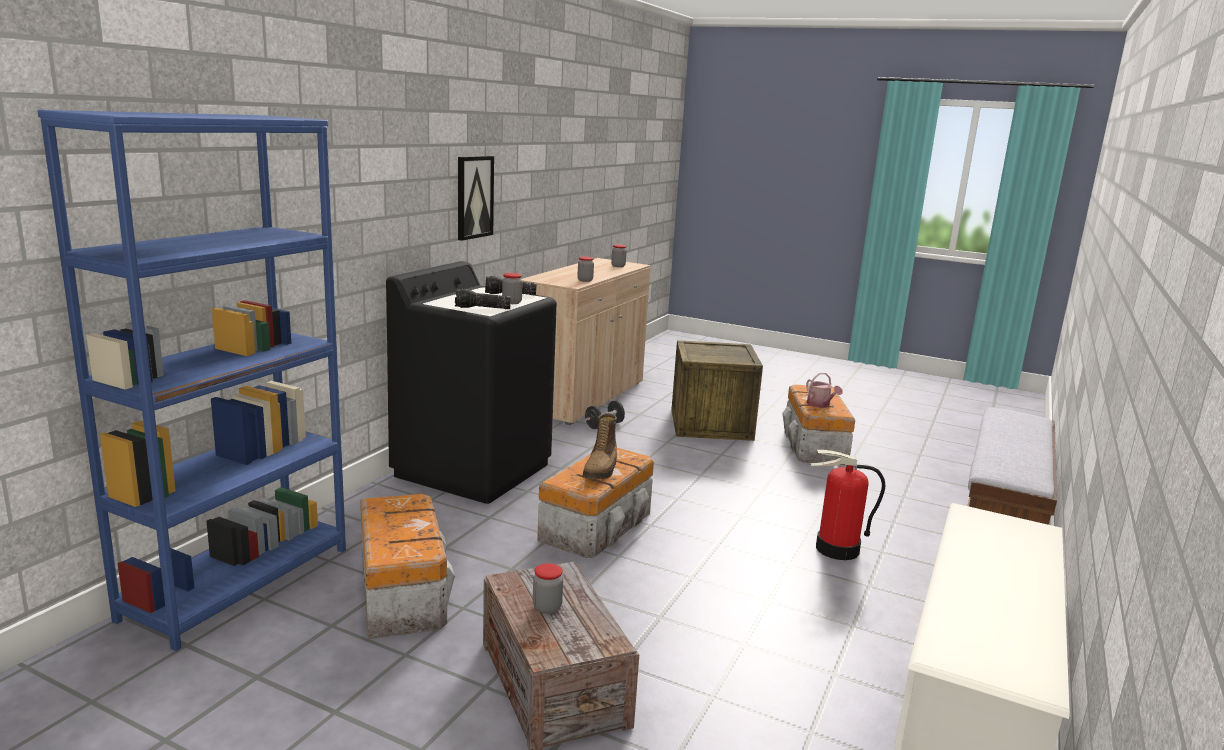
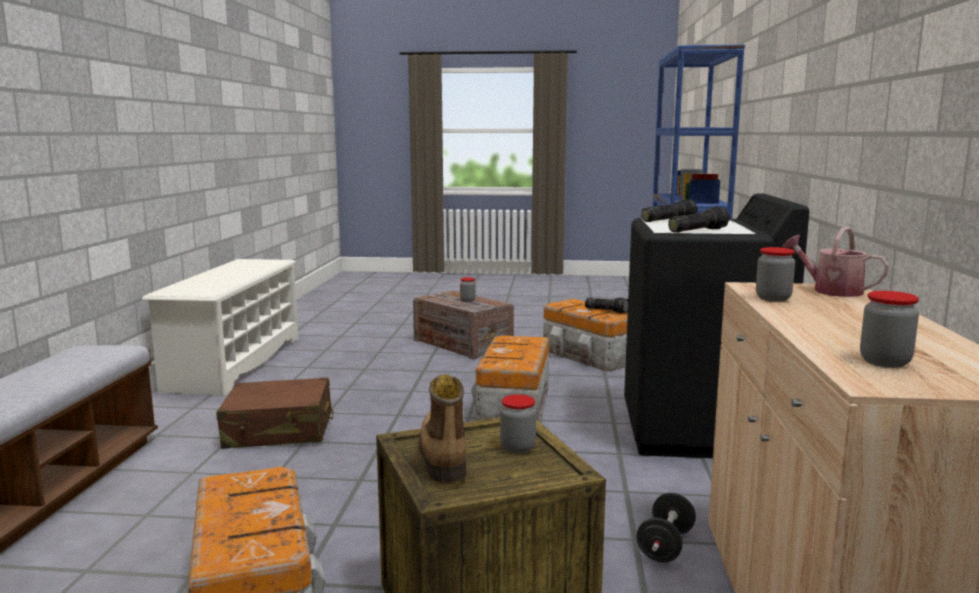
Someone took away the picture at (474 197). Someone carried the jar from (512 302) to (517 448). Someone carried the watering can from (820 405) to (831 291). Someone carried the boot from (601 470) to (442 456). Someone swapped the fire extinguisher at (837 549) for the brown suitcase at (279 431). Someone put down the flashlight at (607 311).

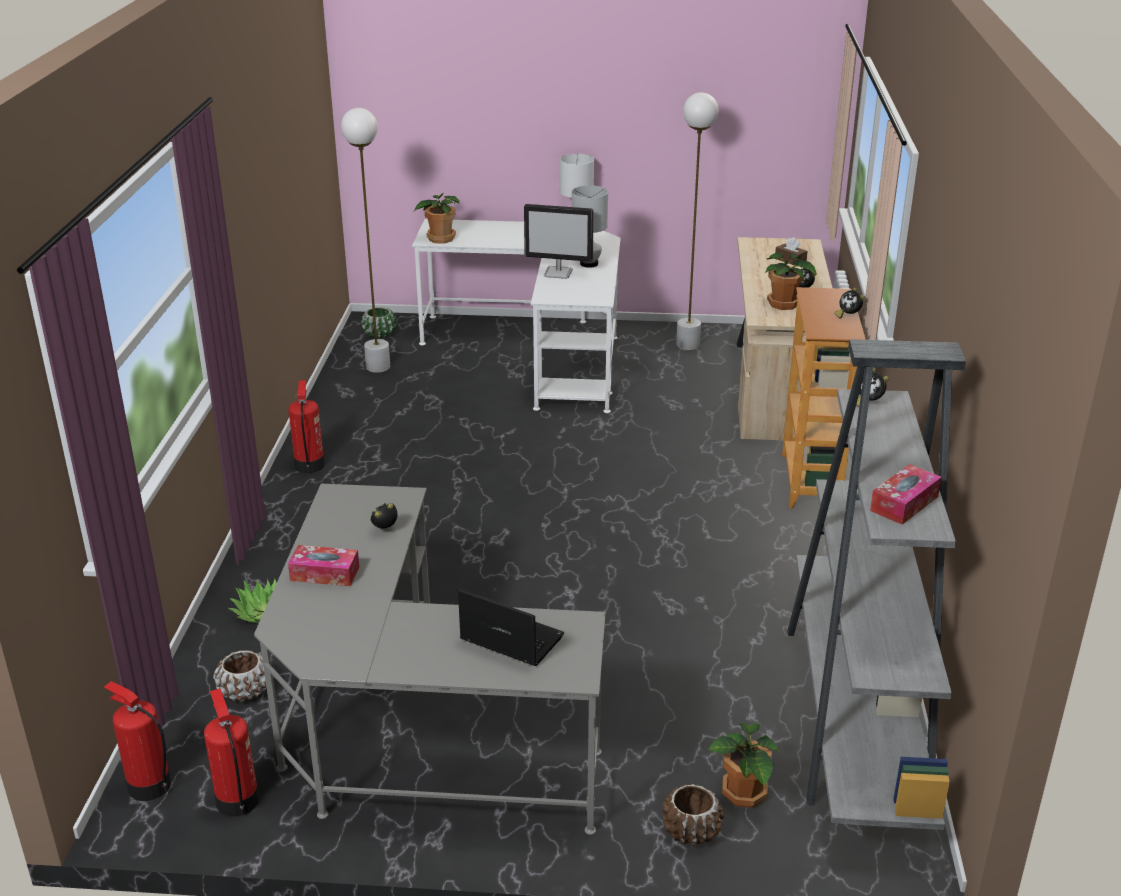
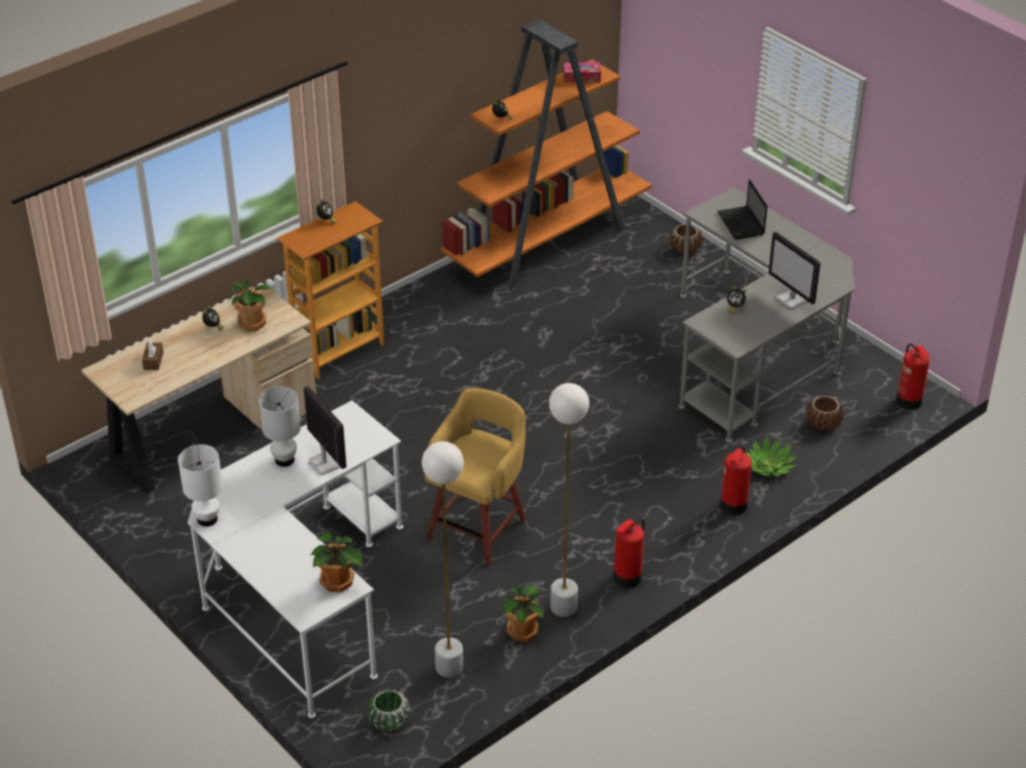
Someone carried the white floor lamp from (688 345) to (563 607). Someone repainted the grey bookcase at (855 716), which became the orange bookcase at (548 242). Someone swapped the tissue box at (325 574) for the monitor at (792 300). Someone carried the fire extinguisher from (237 800) to (733 506). Someone carried the potted plant from (743 794) to (523 631). Someone put down the yellow stool at (479 527).

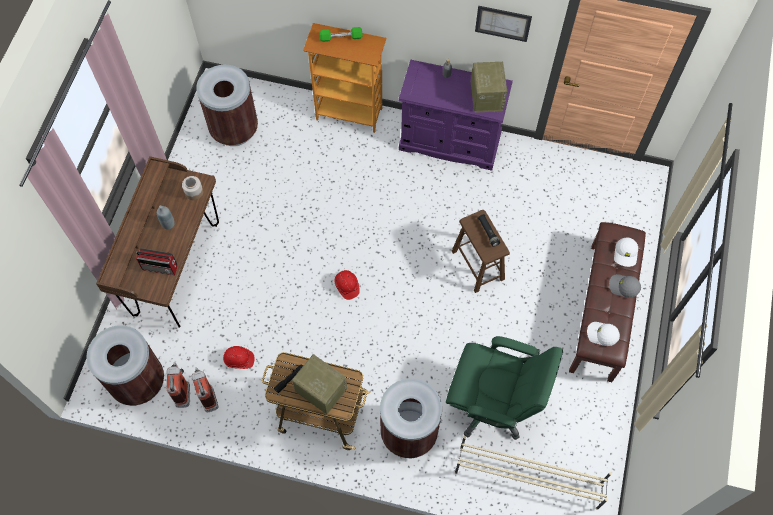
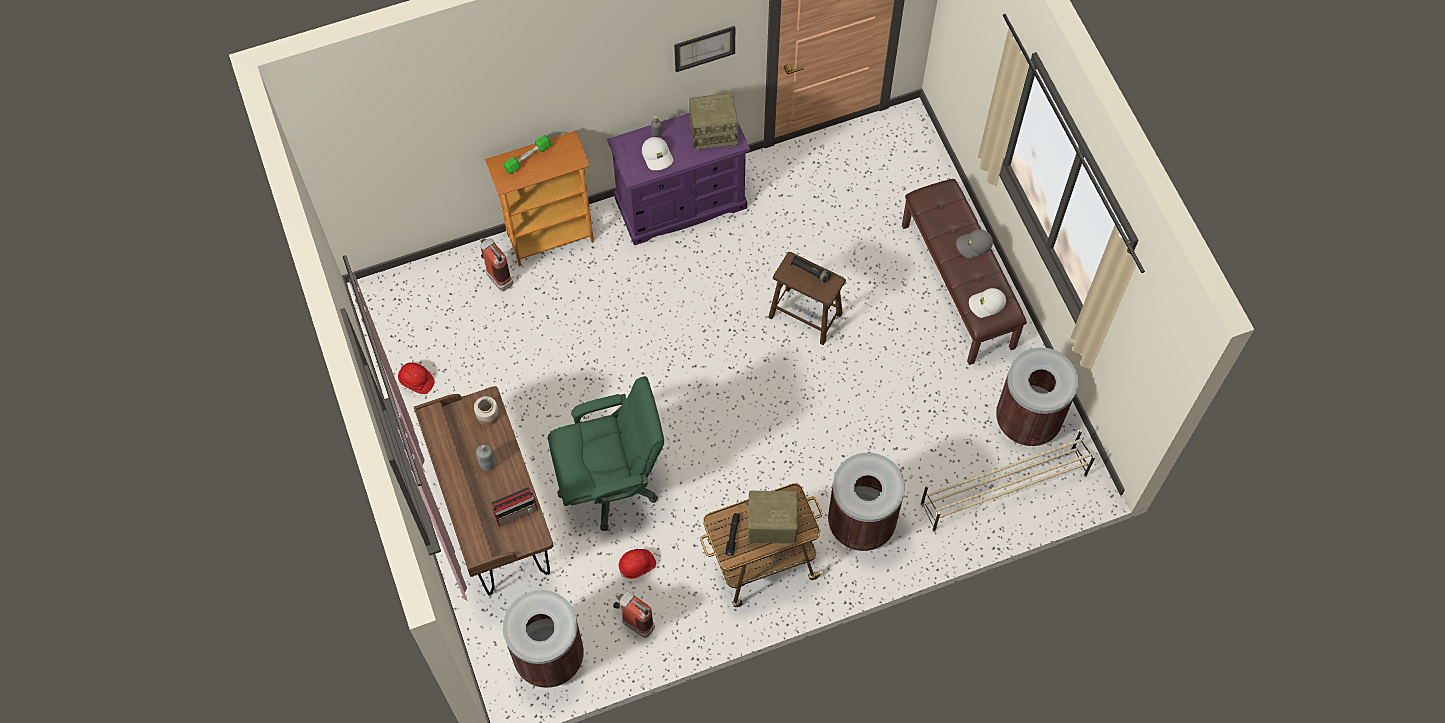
Someone rotated the radio at (486 96) by 120 degrees clockwise. Someone carried the brown trash can from (234 129) to (1027 420). Someone carried the white cap from (626 254) to (657 156). Someone carried the red hard hat from (347 286) to (416 381). Someone carried the green office chair from (492 404) to (610 482). Someone carried the fire extinguisher from (183 390) to (496 275).

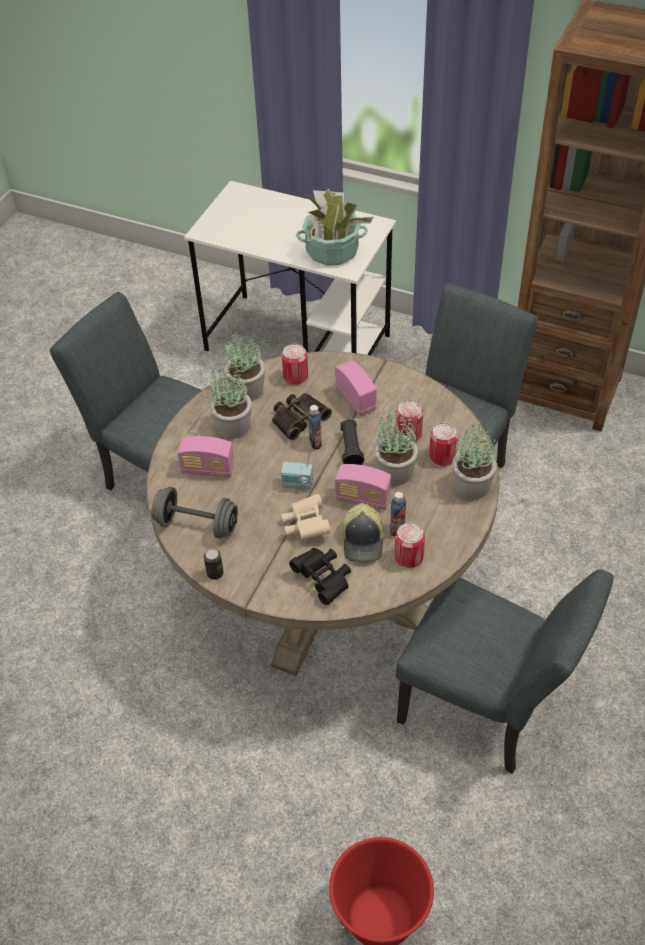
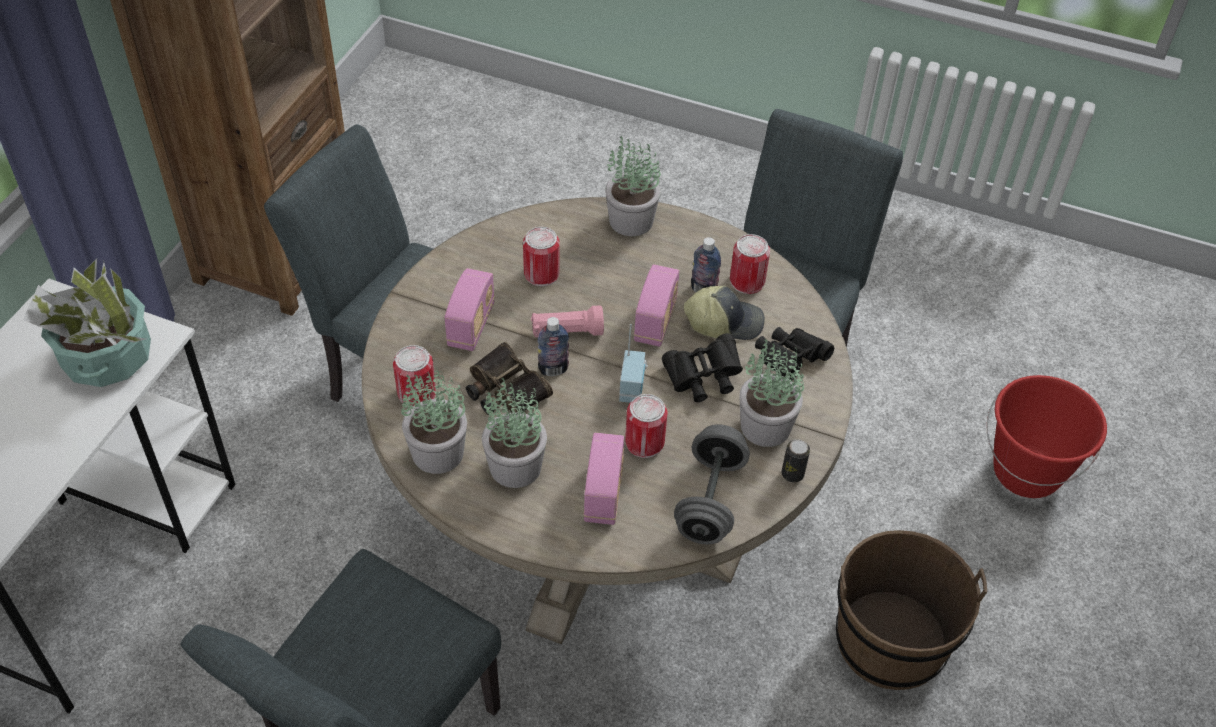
Someone rotated the radio at (356 400) by 135 degrees clockwise. Someone carried the potted plant from (395 471) to (764 426). Someone repainted the black flashlight at (351 449), which became the pink flashlight at (567 332). Someone carried the can from (442 457) to (644 442). Someone repainted the beige binoculars at (306 525), which became the black binoculars at (703 379). Someone put down the brown bucket at (890 641).

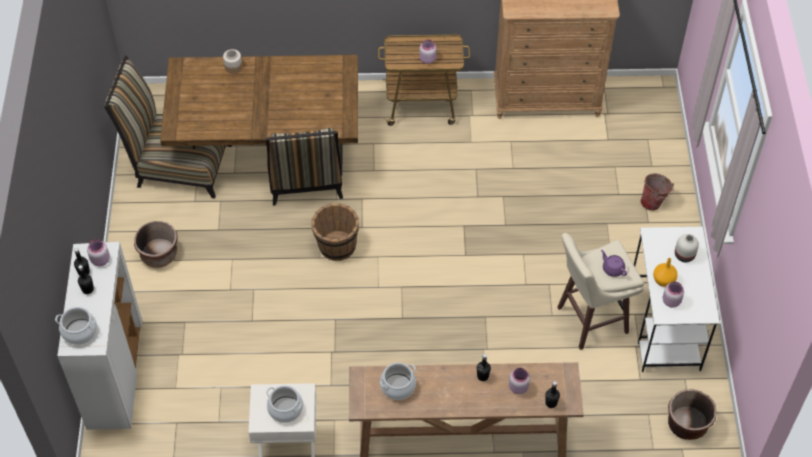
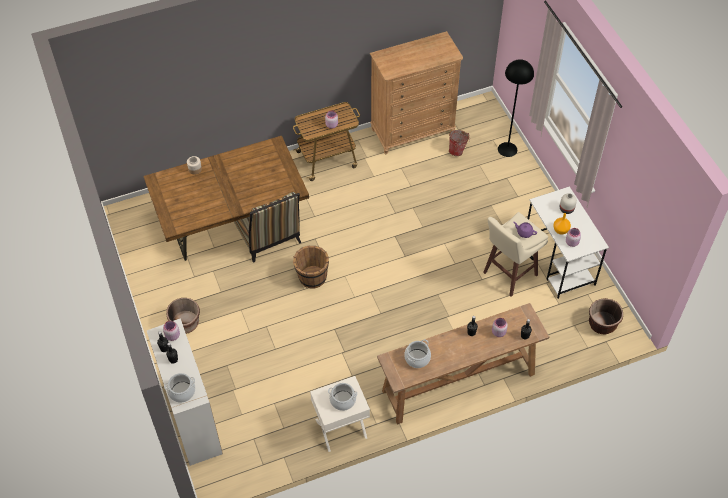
Someone took away the chair at (177 164). Someone carried the bucket from (654 202) to (458 150). Someone put down the black floor lamp at (507 149).

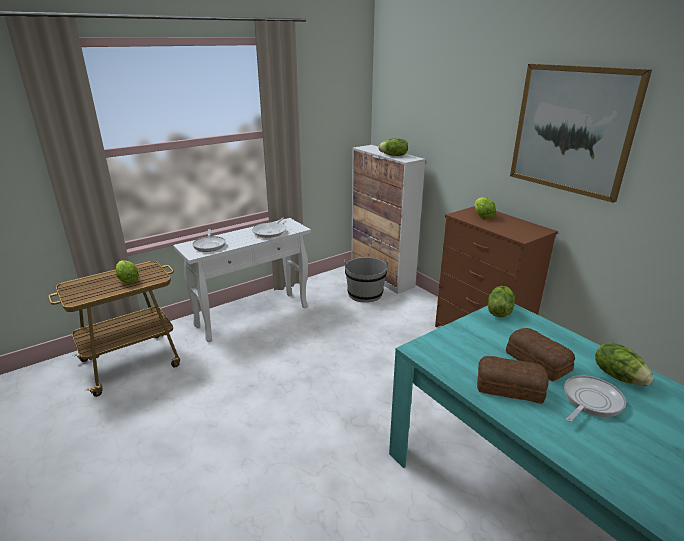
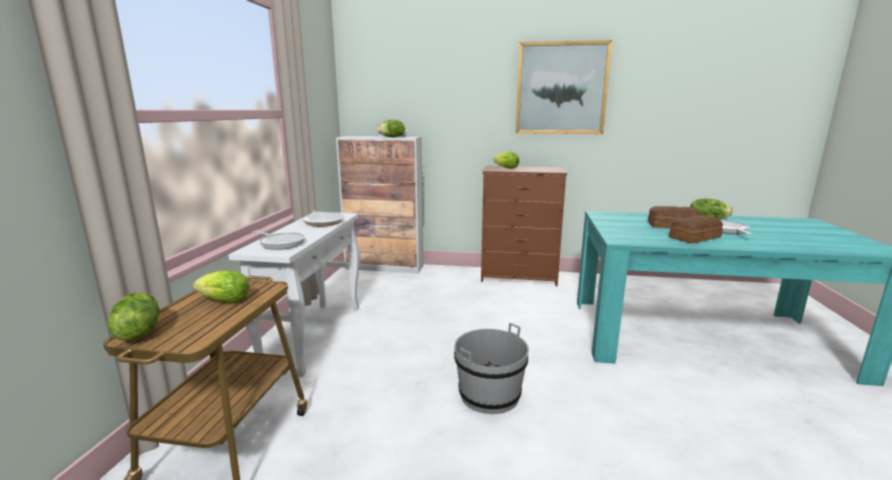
Someone carried the grey bucket from (365 294) to (489 395). Someone carried the lettuce from (498 311) to (138 332).

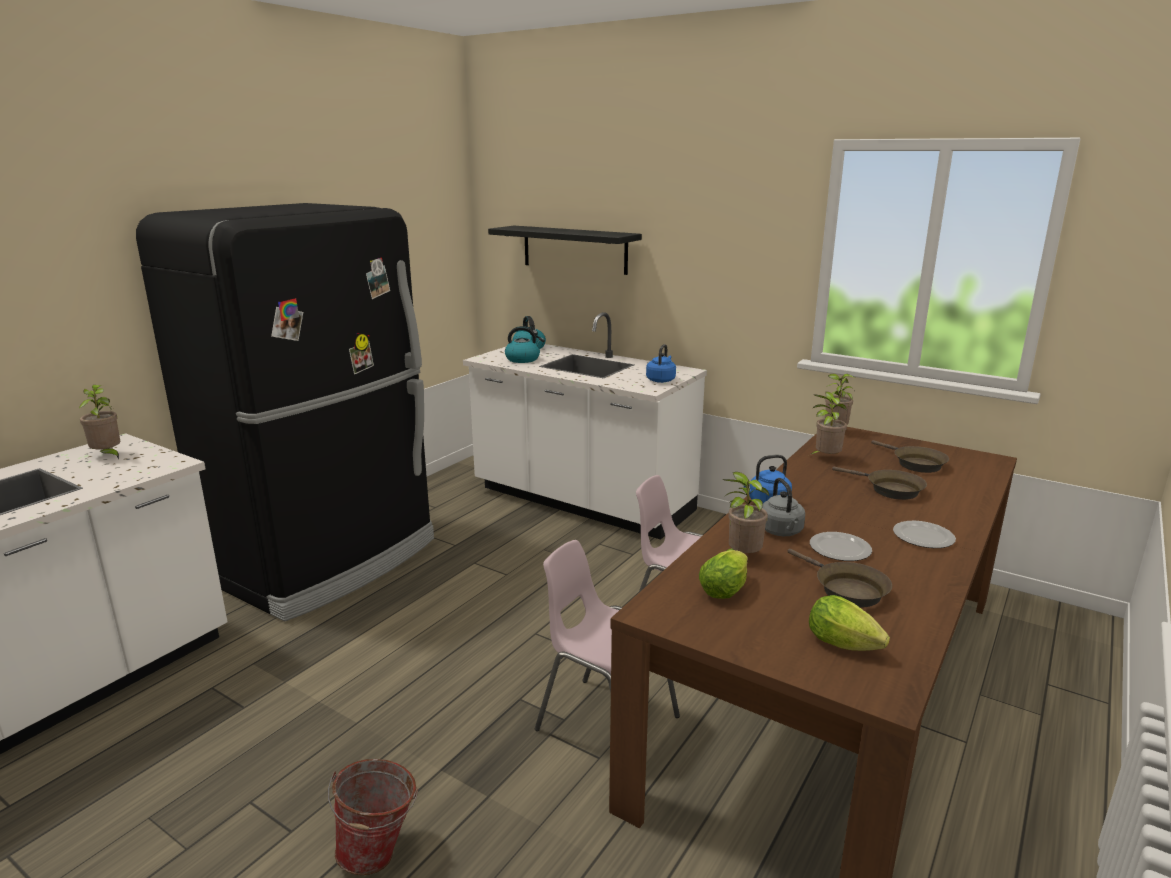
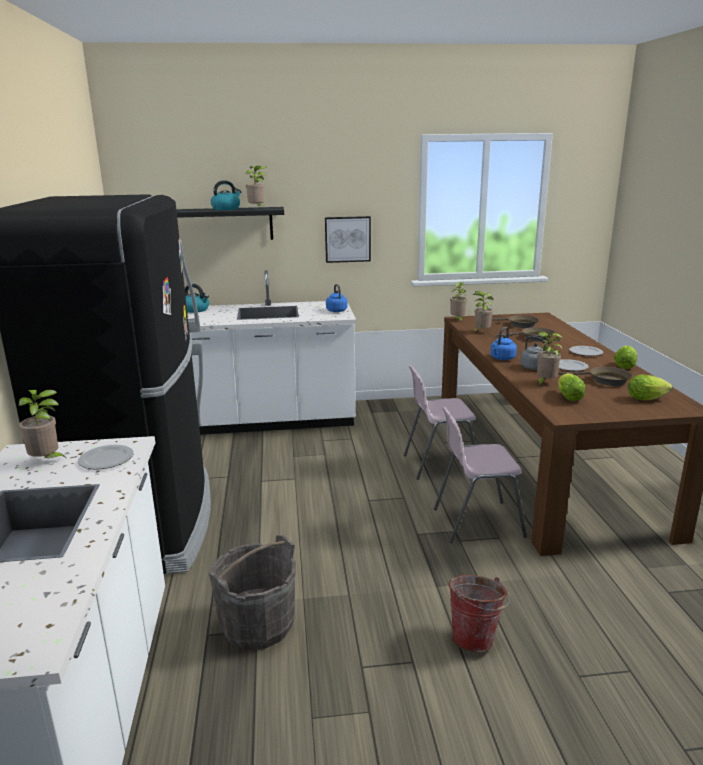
Someone carried the kettle from (523 359) to (226 209). Someone put down the potted plant at (257 209). Someone put up the picture at (347 239). Someone put down the lettuce at (624 366). Someone put down the plate at (105 459). Someone put down the grey bucket at (258 624).

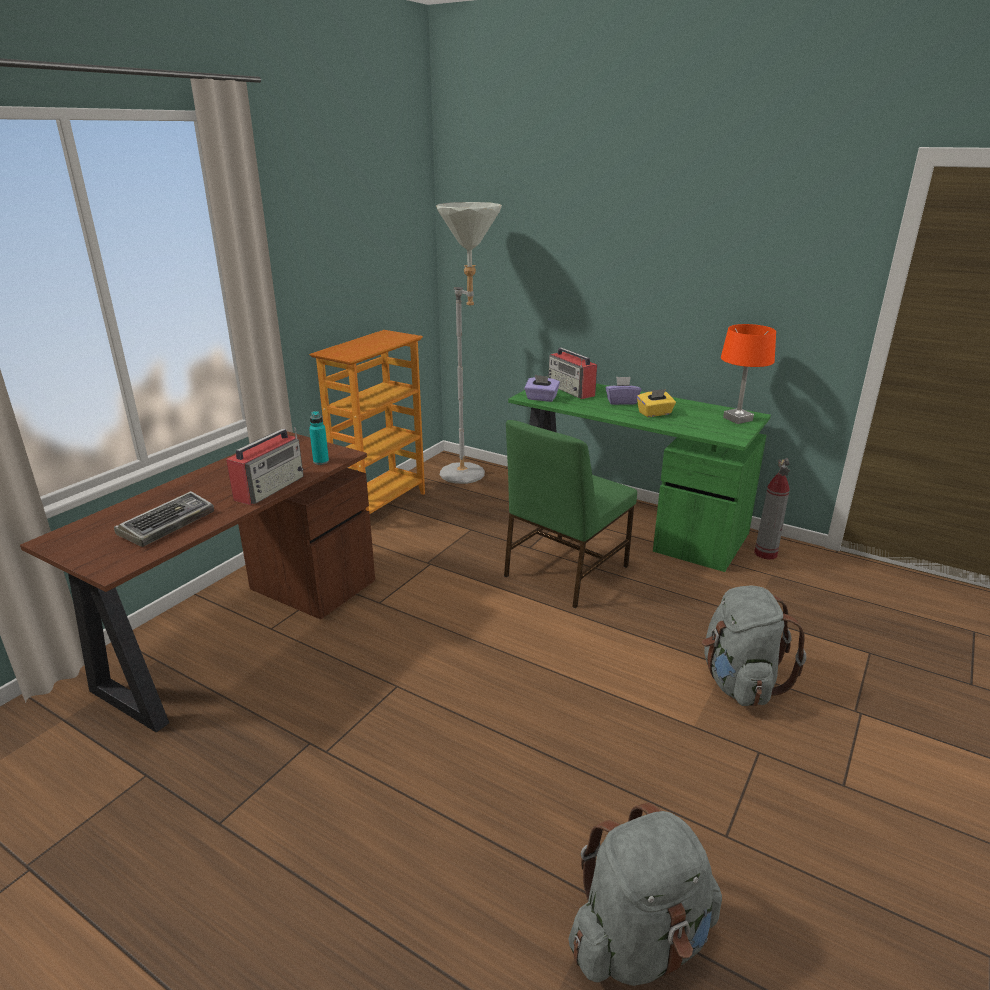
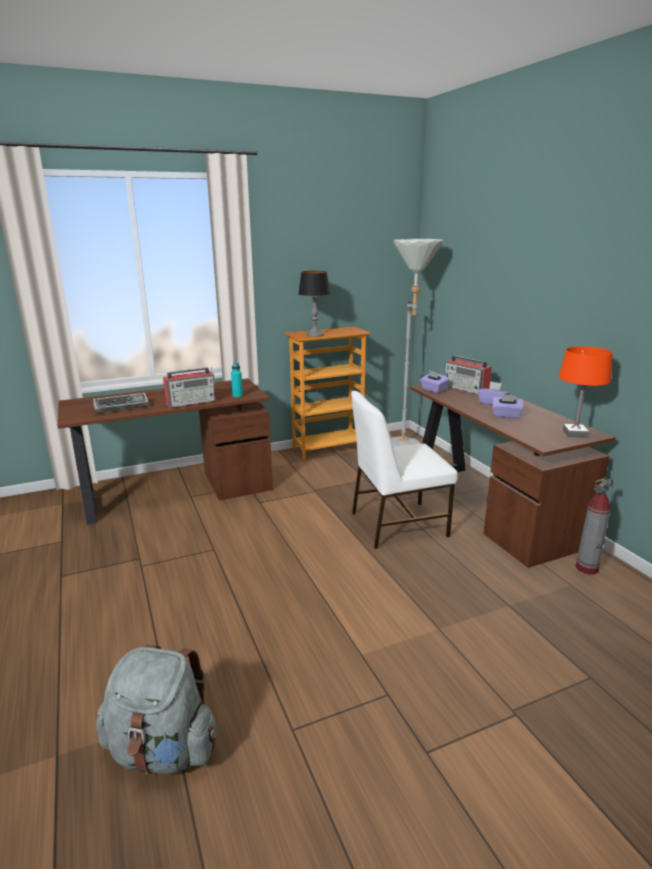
Someone rotated the radio at (571 390) by 45 degrees counterclockwise. Someone repainted the green desk at (625 521), which became the brown desk at (488 507). Someone repainted the yellow tissue box at (655 413), which became the purple tissue box at (506 415). Someone repainted the green chair at (564 571), which became the white chair at (396 524). Someone took away the grey backpack at (739 682). Someone put down the table lamp at (314 335).

